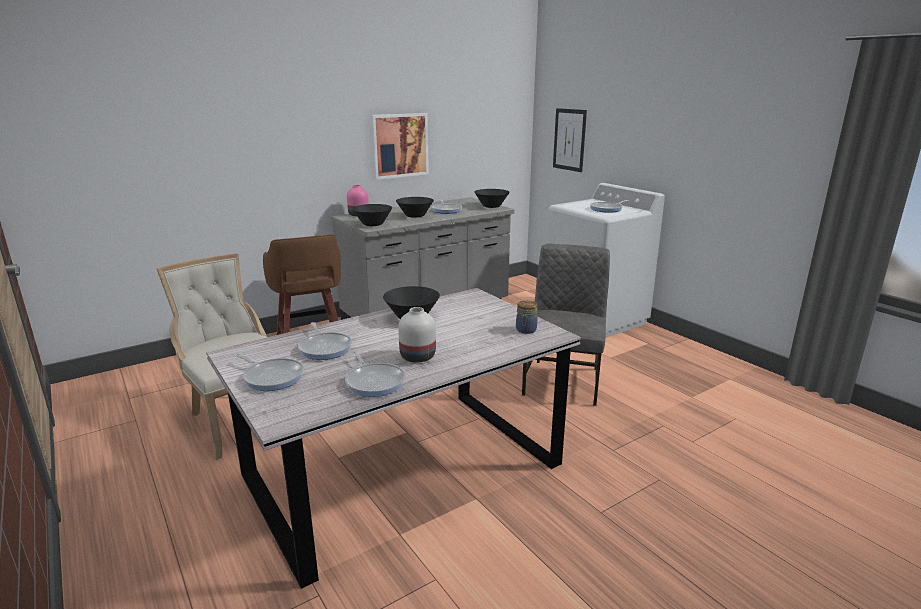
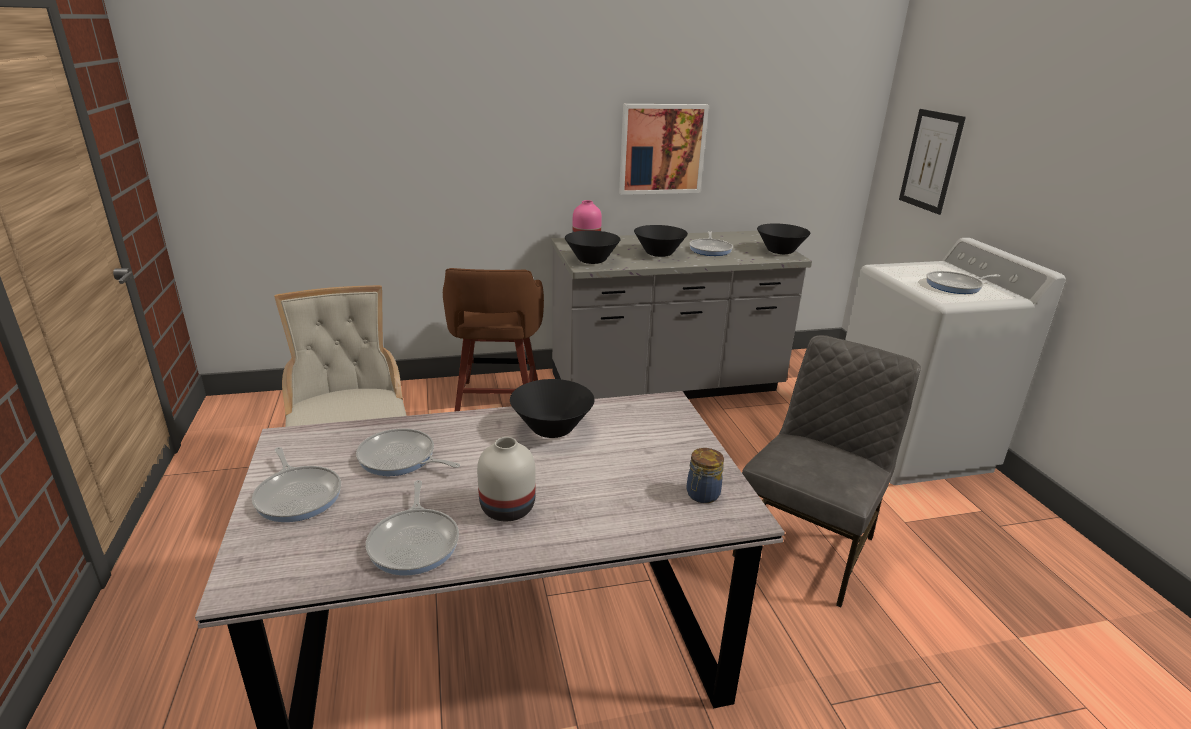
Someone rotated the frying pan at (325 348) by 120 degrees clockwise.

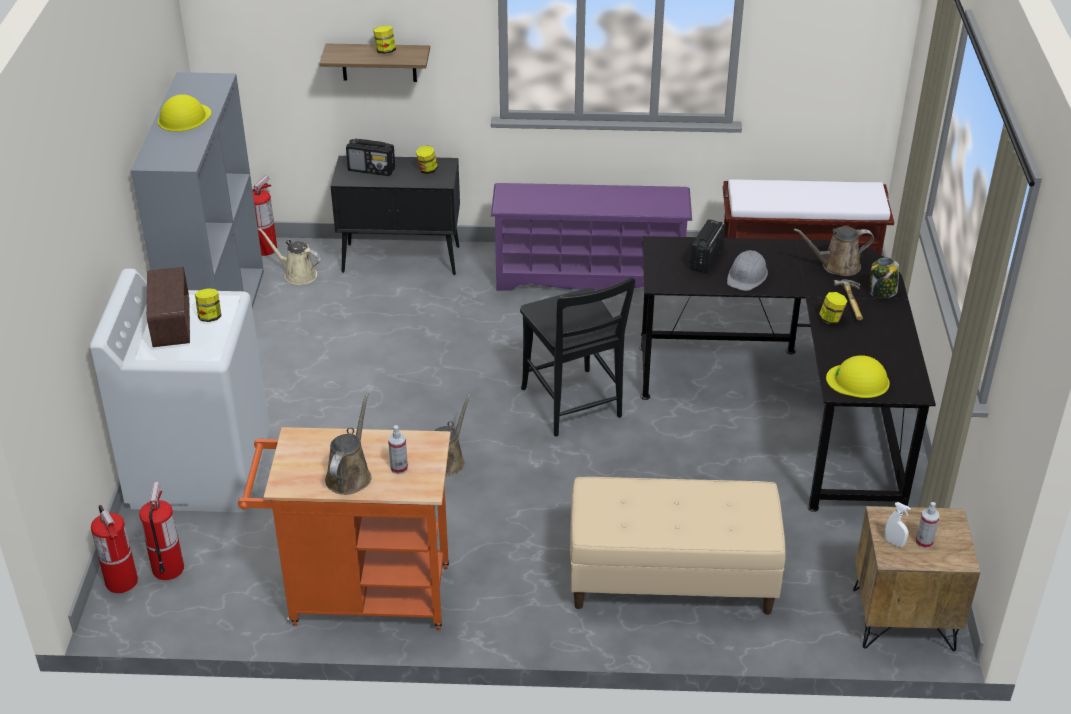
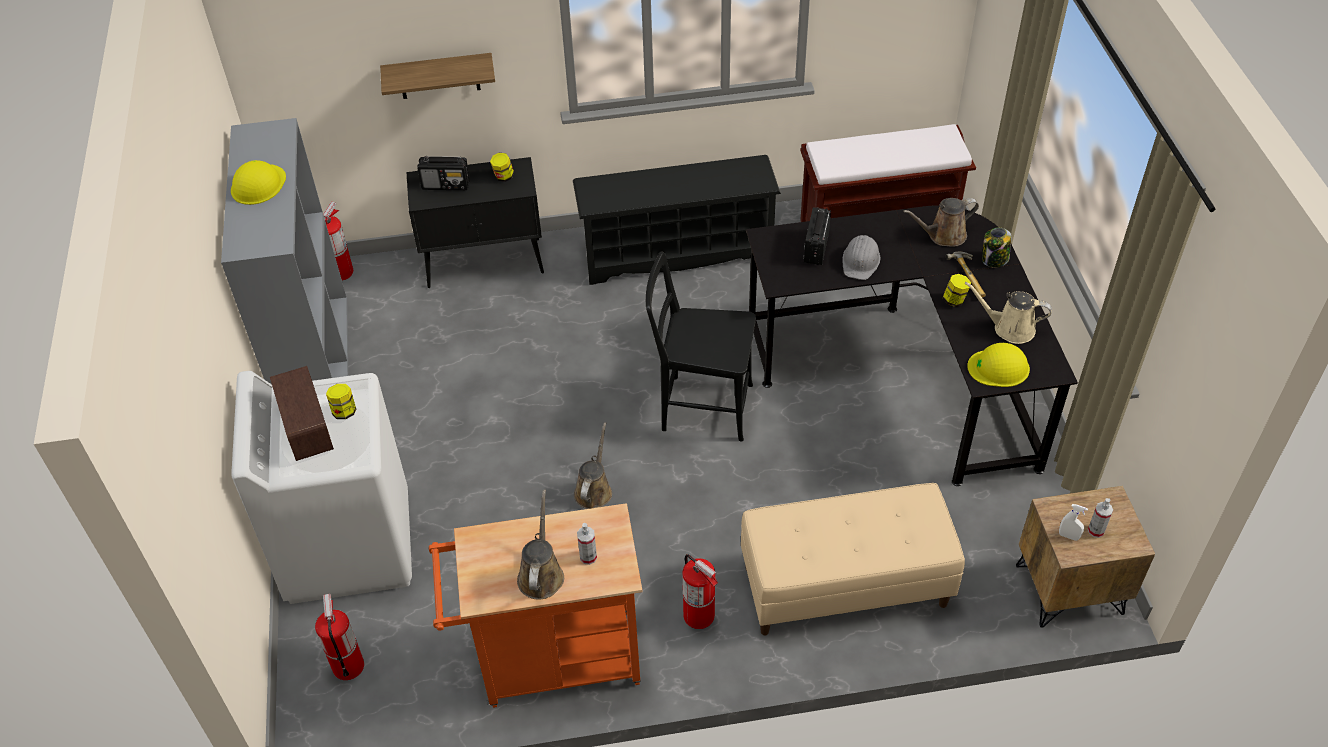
Someone took away the jar at (385 51). Someone repainted the purple shoe rack at (590 276), which became the black shoe rack at (677 253). Someone carried the beige watering can from (297 274) to (1009 328). Someone rotated the black chair at (573 406) by 135 degrees clockwise. Someone carried the fire extinguisher from (122 582) to (699 616).

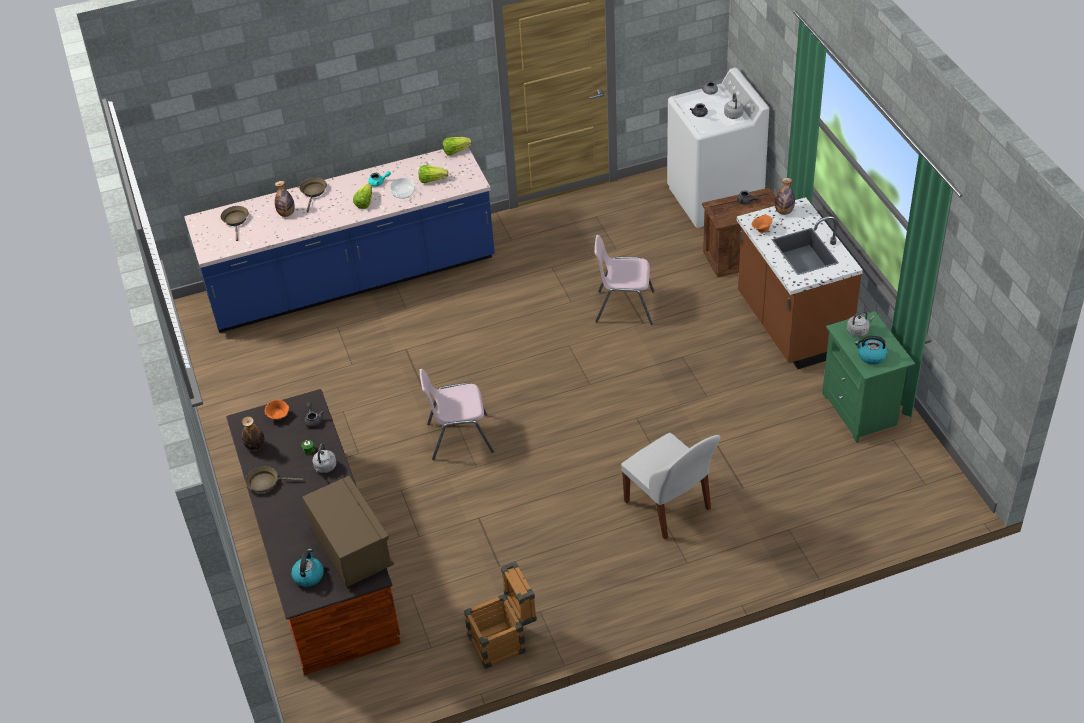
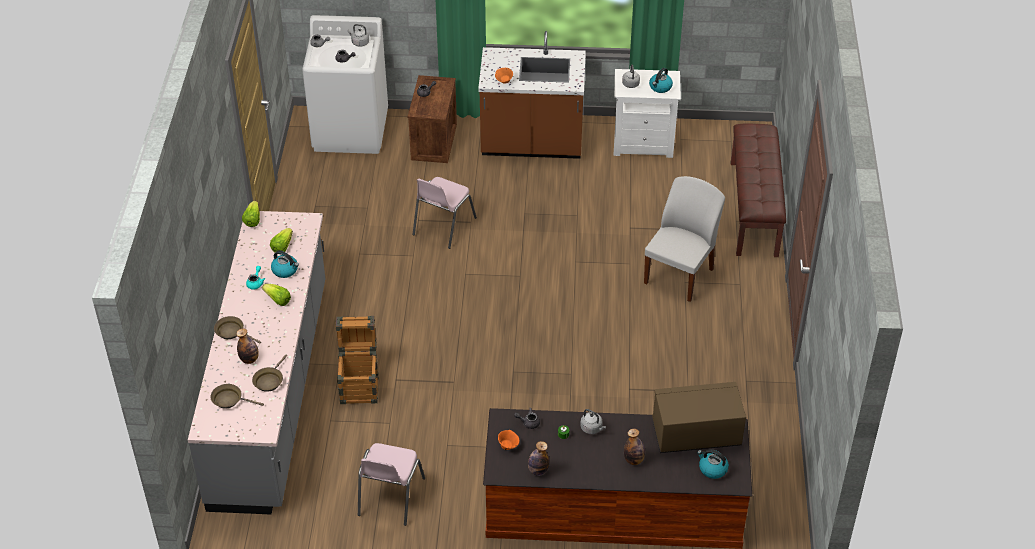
Someone repainted the blue counter at (352 280), which became the grey counter at (271 392). Someone swapped the bowl at (403 193) for the kettle at (285 270). Someone carried the bottle from (784 211) to (634 460). Someone repainted the green nightstand at (861 411), which became the white nightstand at (643 143). Someone carried the pink chair from (458 437) to (390 497). Someone rotated the white chair at (669 507) by 45 degrees counterclockwise. Someone carried the brown frying pan from (266 482) to (269 380). Someone carried the crate from (504 641) to (360 384). Someone put down the brown bench at (754 208).

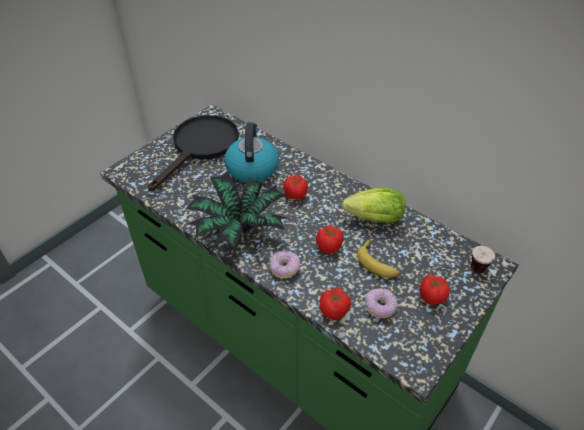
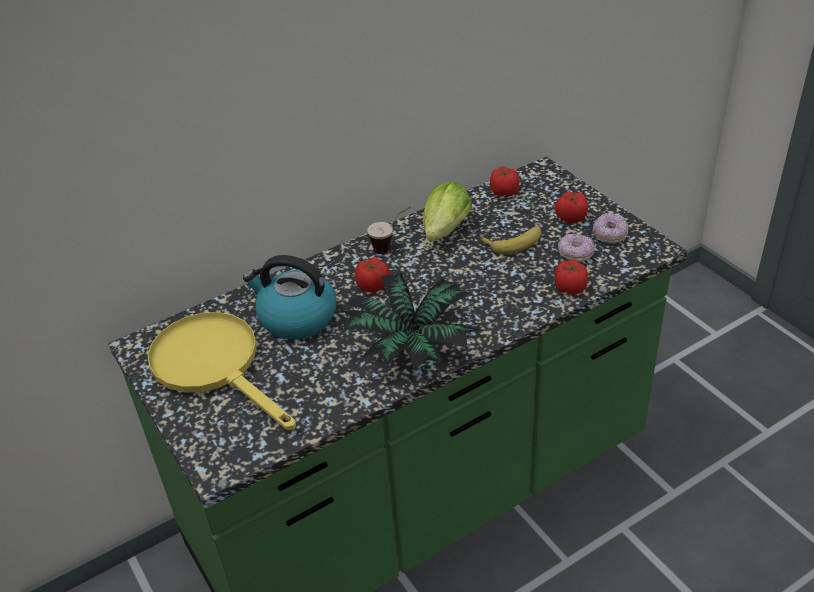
Someone repainted the black frying pan at (201 147), which became the yellow frying pan at (215 366). Someone carried the tomato from (329 246) to (504 191). Someone carried the cup from (485 273) to (391 246). Someone carried the donut from (284 268) to (609 235).

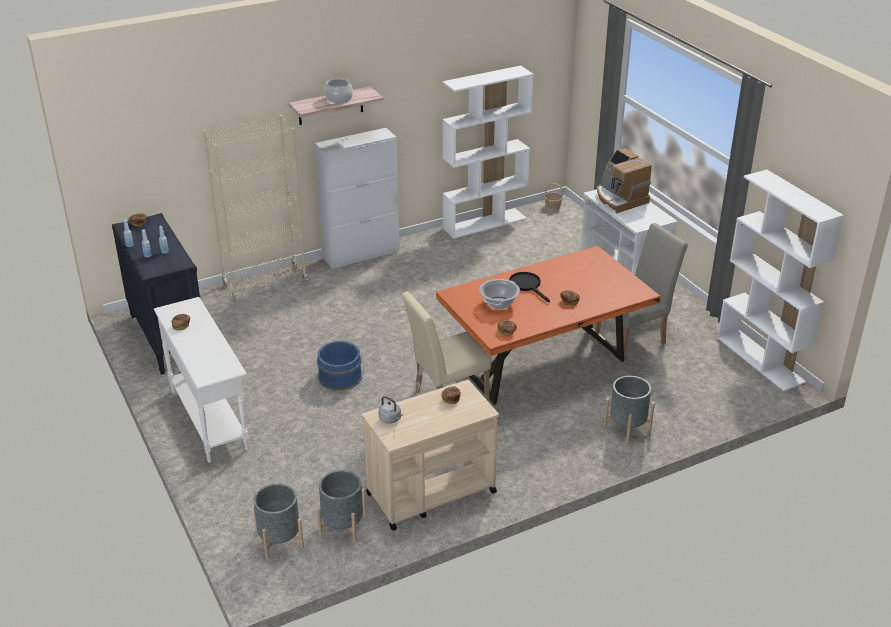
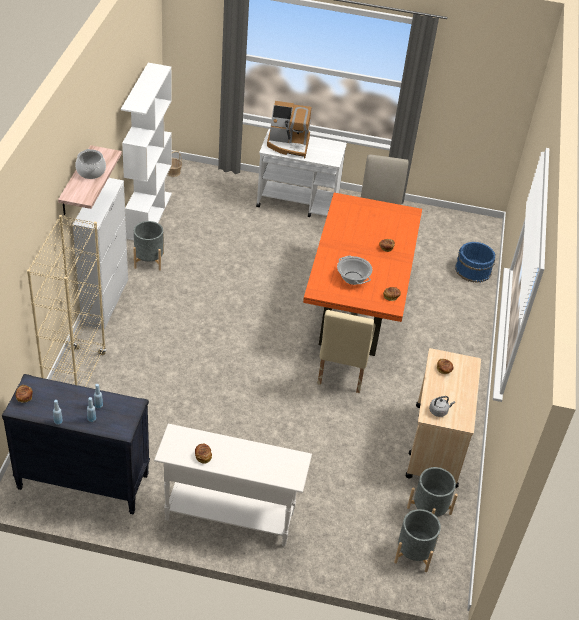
Someone took away the white bookcase at (761 360). Someone took away the black frying pan at (527 286). Someone carried the blue bucket from (339 376) to (472 270). Someone carried the grey planter from (627 427) to (149 260).

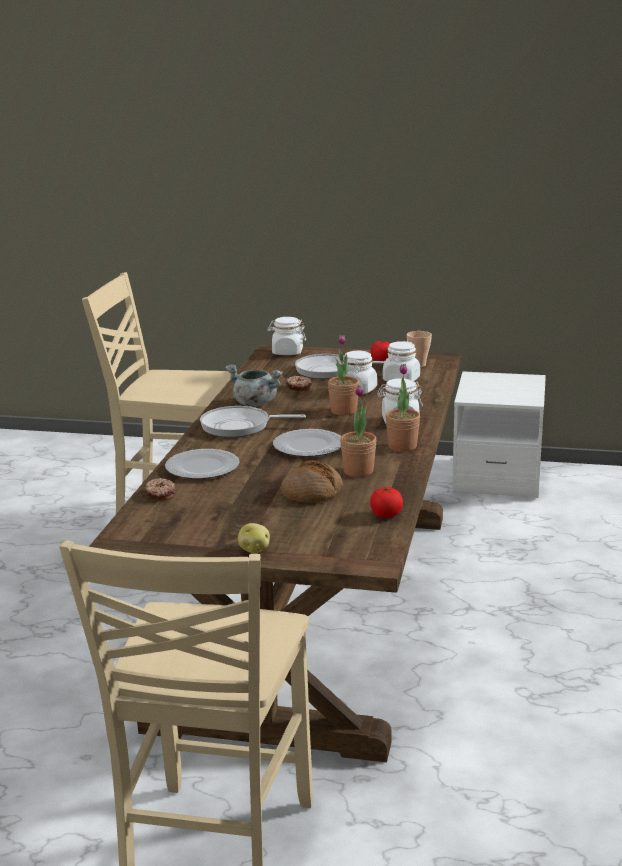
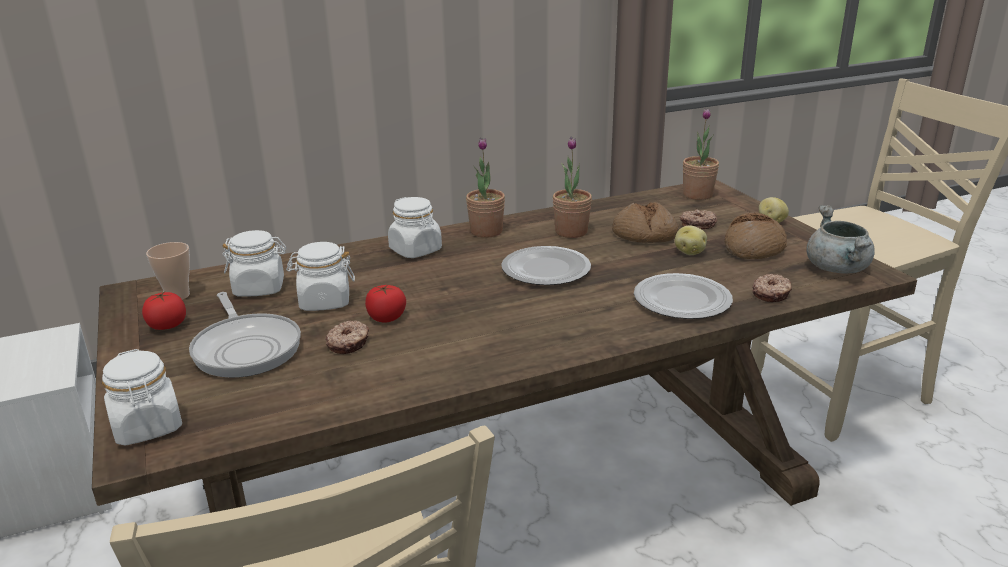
Someone carried the potted plant from (343 411) to (697 195). Someone carried the grey cooking pot from (254 403) to (838 269). Someone took away the frying pan at (240 426). Someone carried the tomato from (386 515) to (386 318). Someone put down the donut at (697 224). Someone put down the bread at (754 248). Someone put down the potato at (689 252).

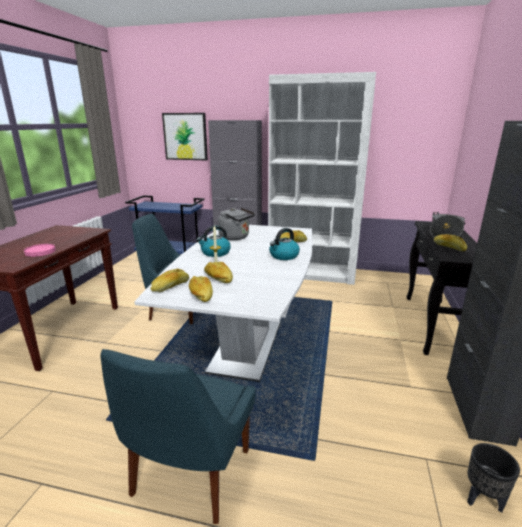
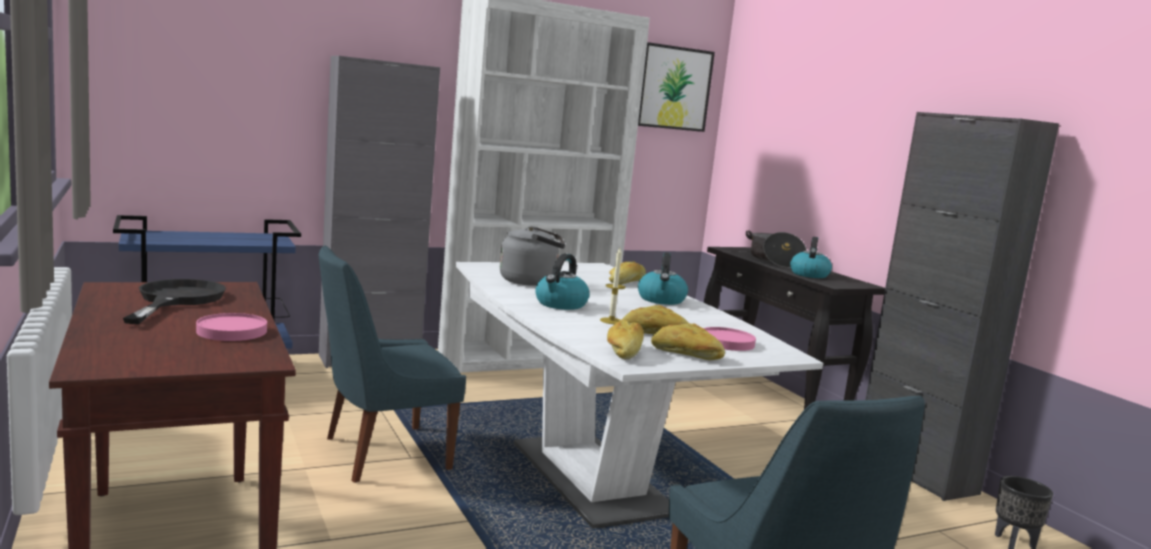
Someone carried the picture from (185 136) to (673 88). Someone swapped the bread at (449 247) for the kettle at (809 274). Someone put down the black frying pan at (176 300). Someone put down the pink plate at (726 342).

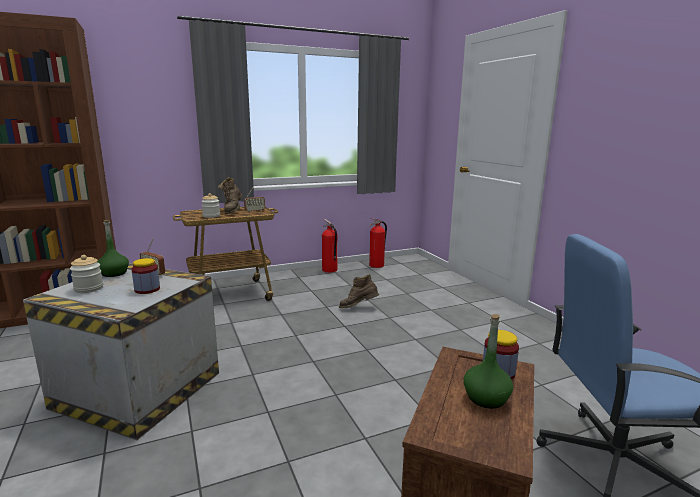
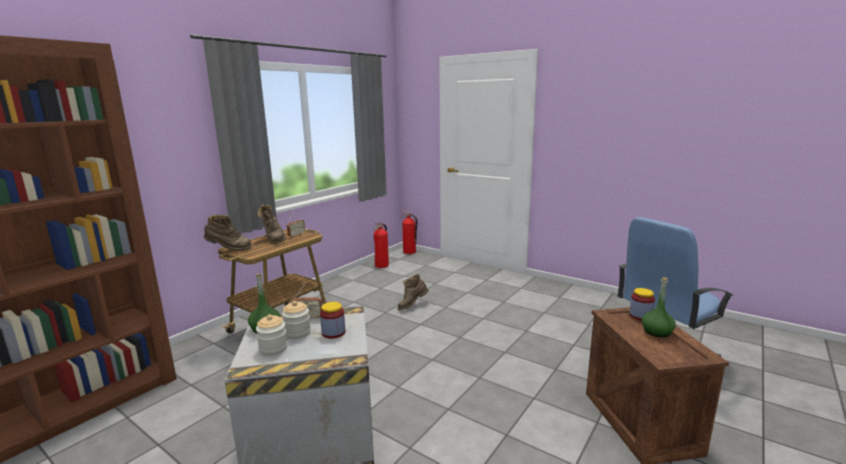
Someone carried the jar from (211 216) to (297 333). Someone carried the fire extinguisher from (329 270) to (409 252). Someone put down the brown boot at (229 249).

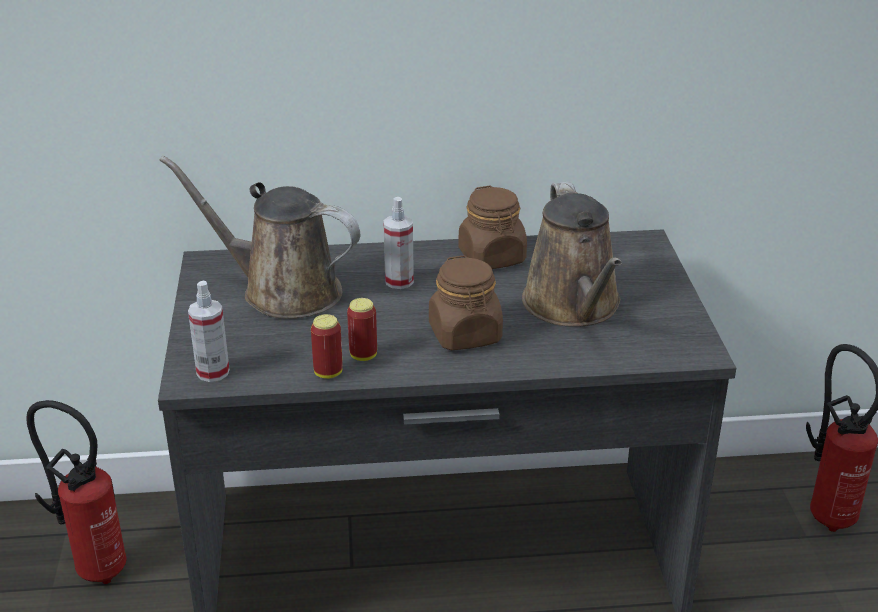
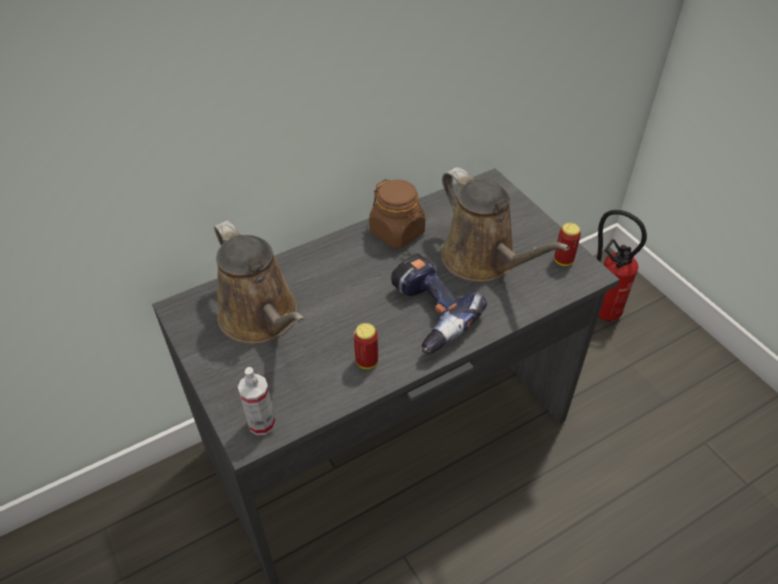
Someone rotated the brown watering can at (282 291) by 120 degrees counterclockwise. Someone took away the spray bottle at (399 281). Someone swapped the brown jar at (465 335) for the power drill at (427 314). Someone carried the can from (328 373) to (563 260). Someone took away the fire extinguisher at (96 567).

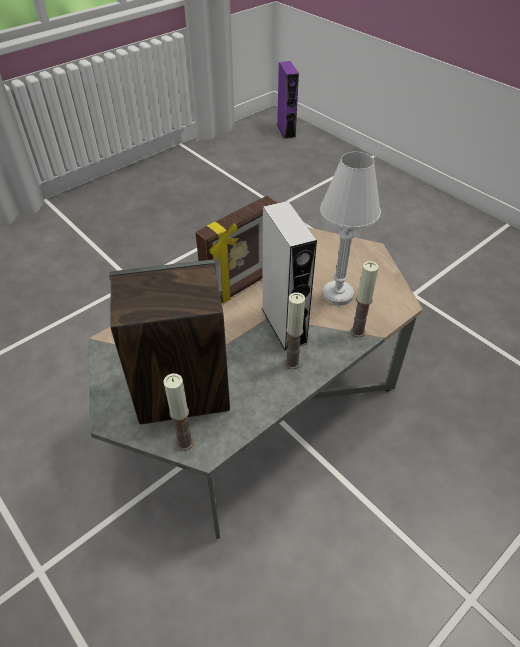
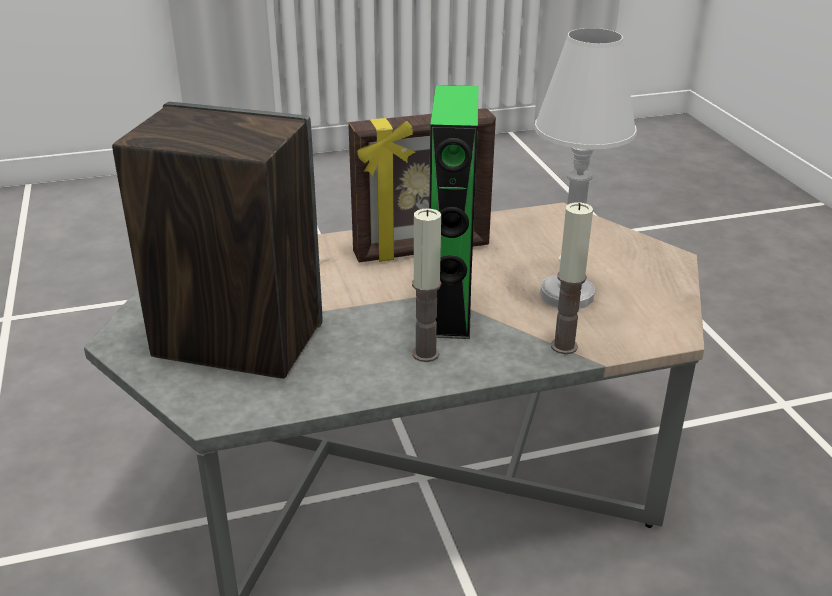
Someone took away the purple speaker at (286 131). Someone repainted the grey speaker at (284 325), which became the green speaker at (449 309). Someone took away the candle at (184 442).

